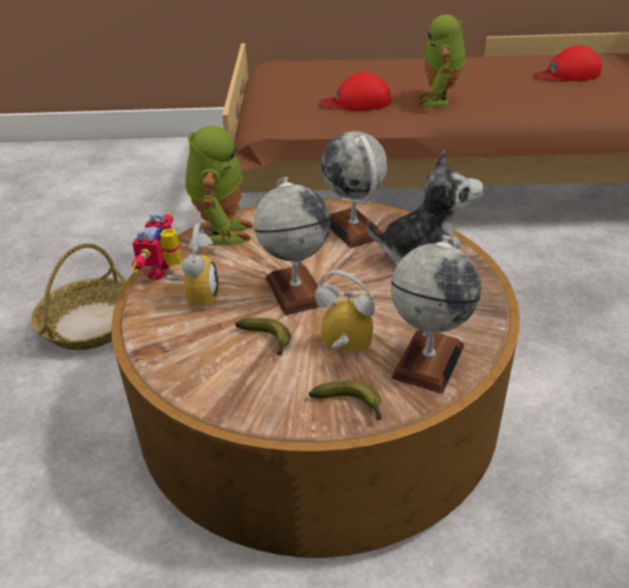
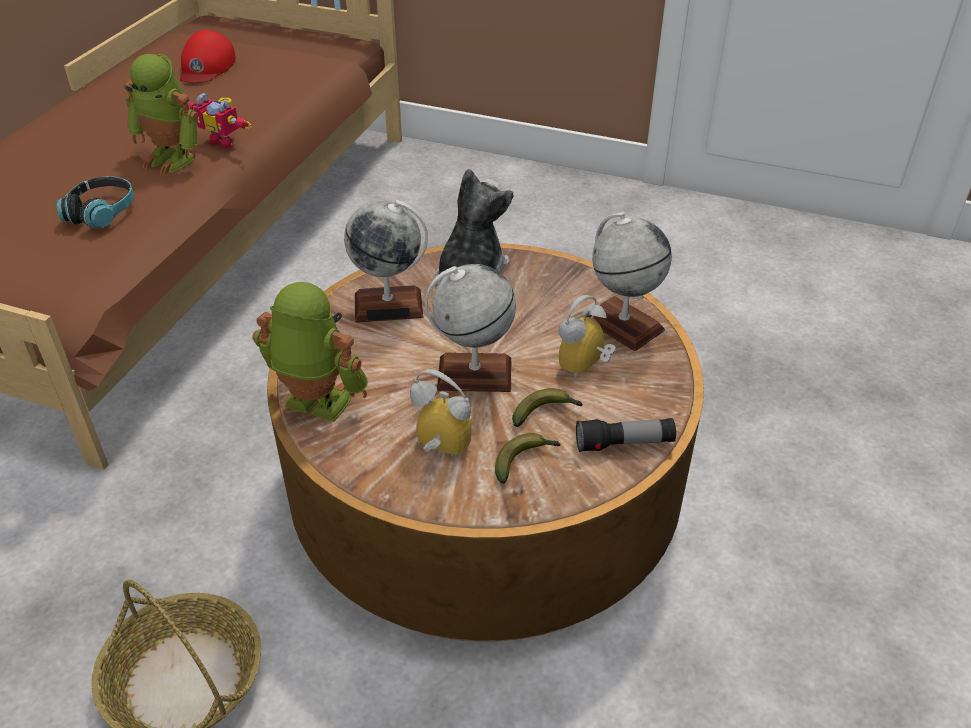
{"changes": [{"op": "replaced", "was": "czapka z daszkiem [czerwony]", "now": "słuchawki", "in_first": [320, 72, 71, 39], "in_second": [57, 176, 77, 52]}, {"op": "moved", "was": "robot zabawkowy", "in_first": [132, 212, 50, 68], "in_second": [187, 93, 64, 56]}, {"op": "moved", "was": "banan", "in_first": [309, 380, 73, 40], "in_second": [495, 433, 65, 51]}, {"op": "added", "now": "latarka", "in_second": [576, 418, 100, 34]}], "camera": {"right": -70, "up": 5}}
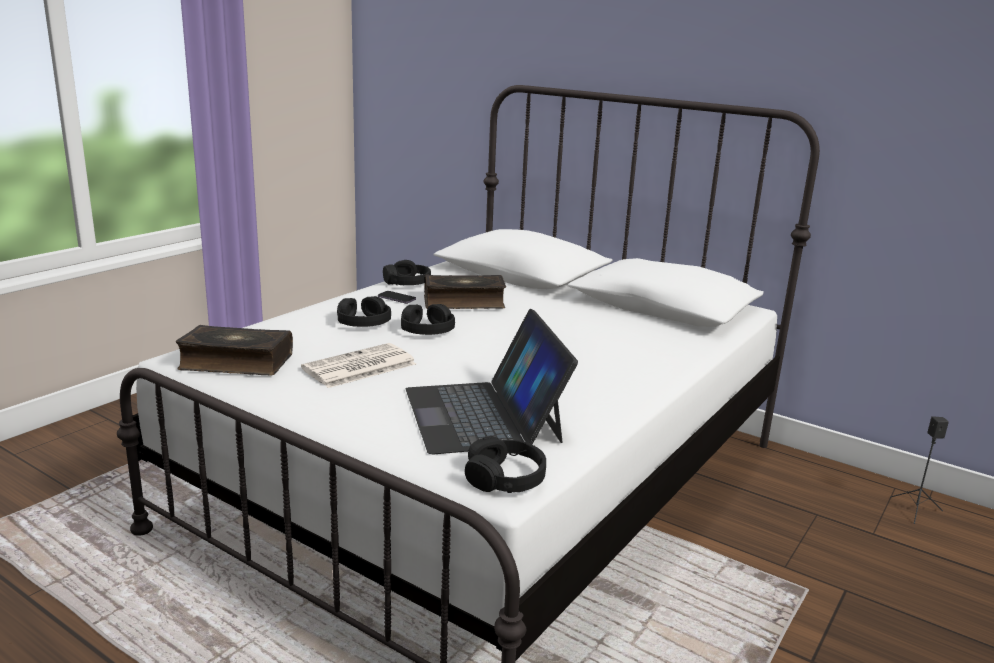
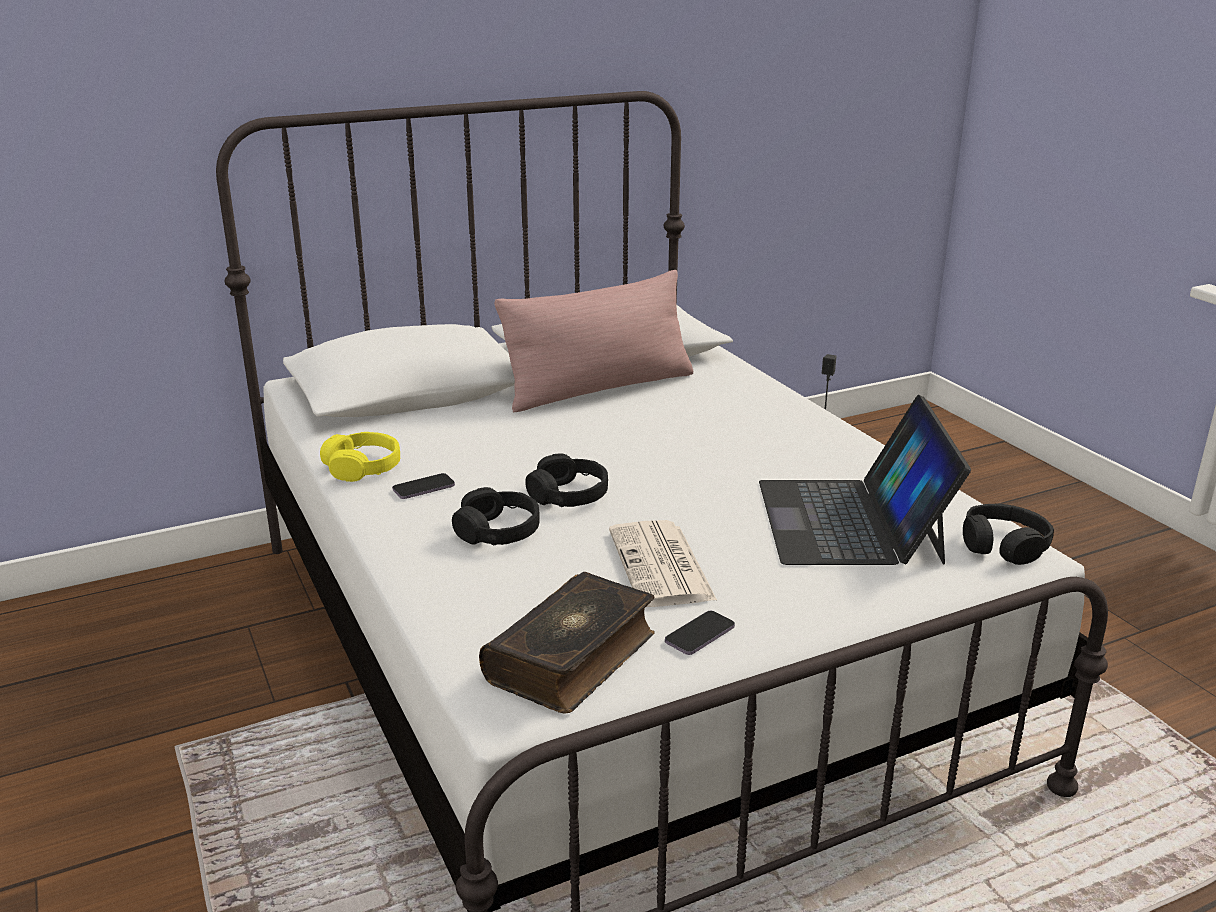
{"changes": [{"op": "recoloured", "was": "słuchawki [czarny]", "now": "słuchawki [żółty]", "in_first": [383, 260, 48, 25], "in_second": [320, 432, 80, 50]}, {"op": "added", "now": "poduszka [różowy]", "in_second": [494, 270, 199, 142]}, {"op": "added", "now": "telefon", "in_second": [665, 611, 70, 44]}, {"op": "turned", "was": "laptop", "in_first": [406, 309, 172, 145], "in_second": [759, 395, 212, 170], "clockwise": 75}, {"op": "removed", "was": "książka", "in_first": [424, 275, 82, 34]}], "camera": {"right": -60, "up": 5}}
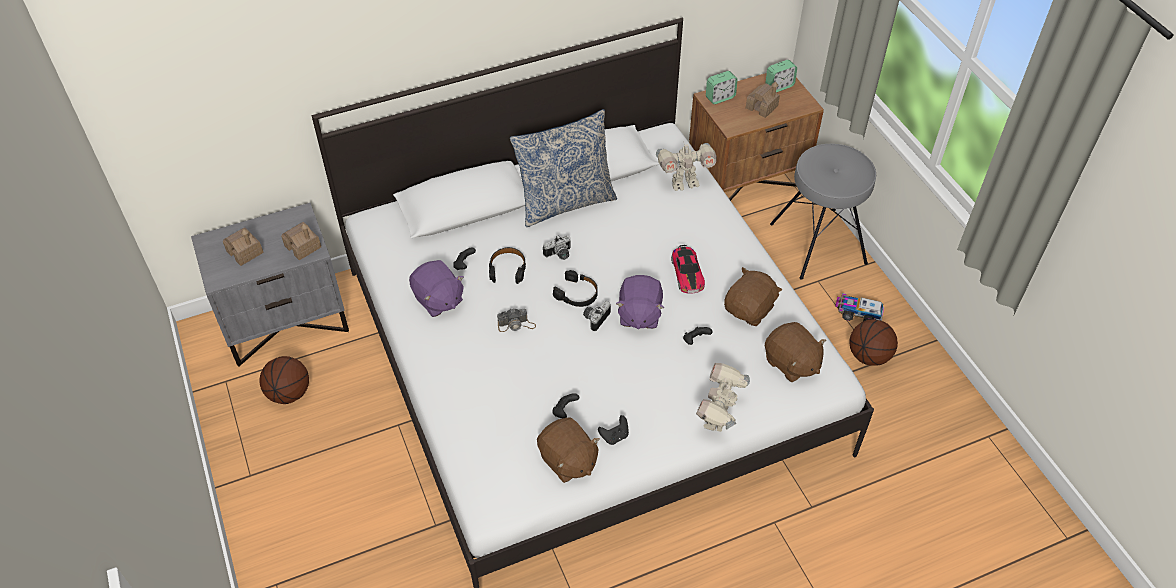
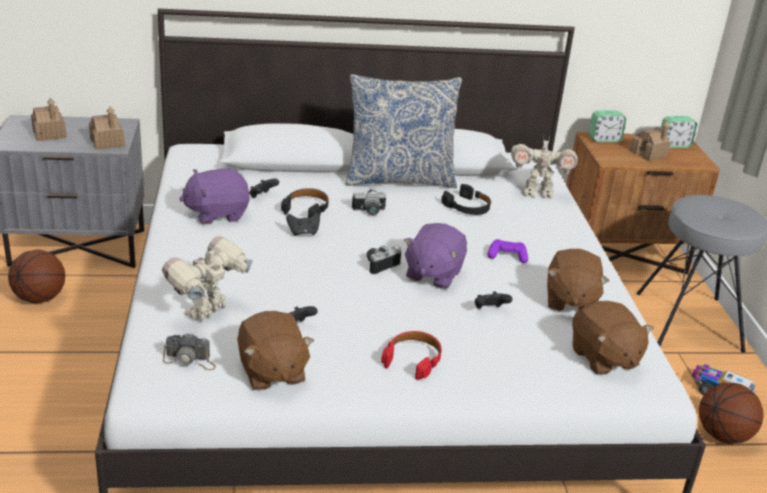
{"changes": [{"op": "moved", "was": "robot zabawkowy", "in_first": [696, 363, 54, 69], "in_second": [162, 236, 91, 85]}, {"op": "moved", "was": "aparat fotograficzny", "in_first": [497, 309, 39, 23], "in_second": [163, 334, 53, 36]}, {"op": "turned", "was": "pluszak [fioletowy]", "in_first": [409, 260, 55, 57], "in_second": [179, 168, 71, 56], "clockwise": 90}, {"op": "moved", "was": "pad do gier [czarny]", "in_first": [598, 415, 31, 30], "in_second": [286, 212, 34, 24]}, {"op": "added", "now": "słuchawki [czerwony]", "in_second": [381, 331, 61, 49]}, {"op": "moved", "was": "słuchawki [czarny]", "in_first": [553, 270, 45, 37], "in_second": [441, 184, 50, 31]}, {"op": "replaced", "was": "samochodzik", "now": "pad do gier [fioletowy]", "in_first": [671, 245, 34, 49], "in_second": [487, 239, 41, 24]}, {"op": "turned", "was": "pluszak [brązowy]", "in_first": [724, 267, 58, 59], "in_second": [547, 249, 62, 62], "clockwise": 135}], "camera": {"right": 15, "up": -20}}
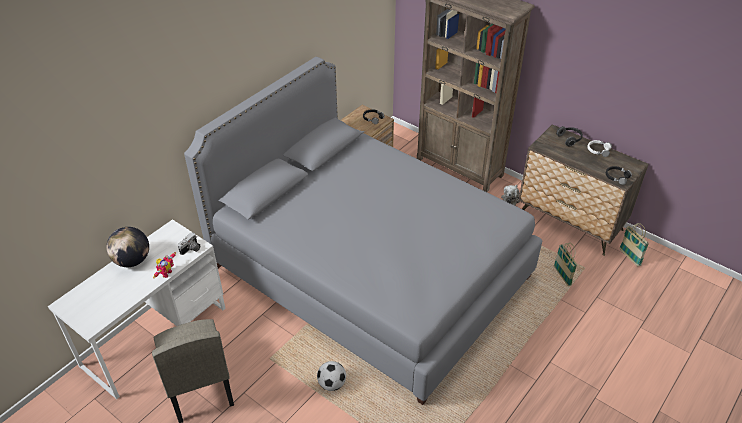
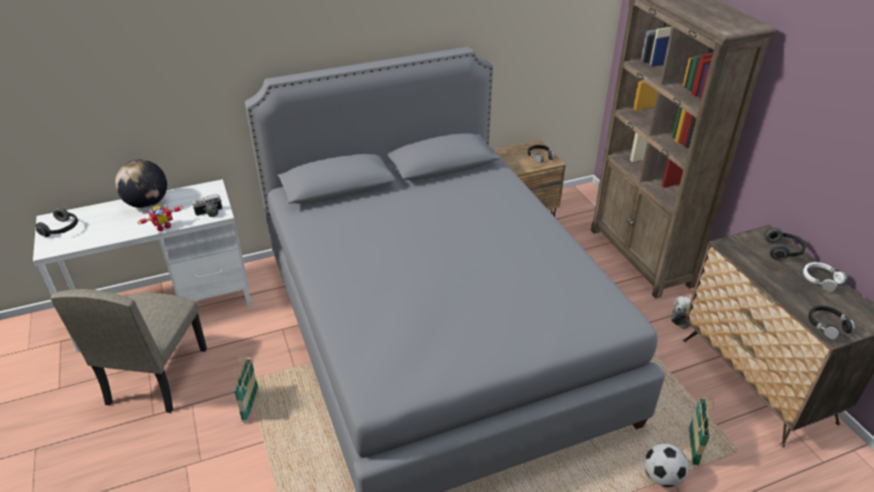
{"changes": [{"op": "added", "now": "słuchawki", "in_second": [36, 207, 42, 30]}, {"op": "moved", "was": "koszyk", "in_first": [619, 223, 30, 43], "in_second": [234, 355, 25, 67]}, {"op": "moved", "was": "piłka futbolowa", "in_first": [317, 361, 29, 30], "in_second": [644, 443, 44, 44]}], "camera": {"right": 30, "up": -5}}
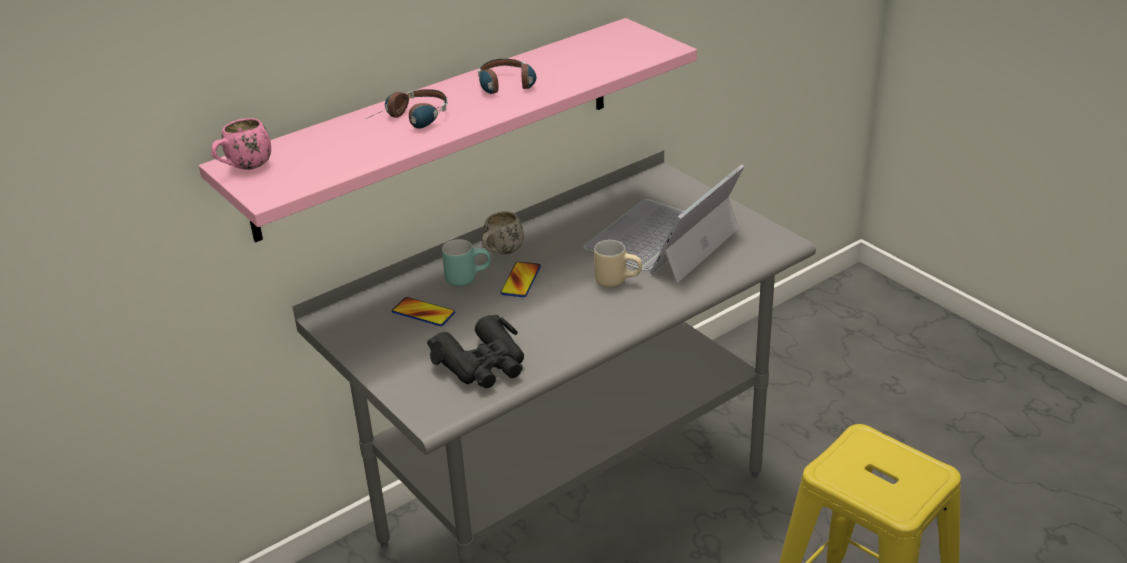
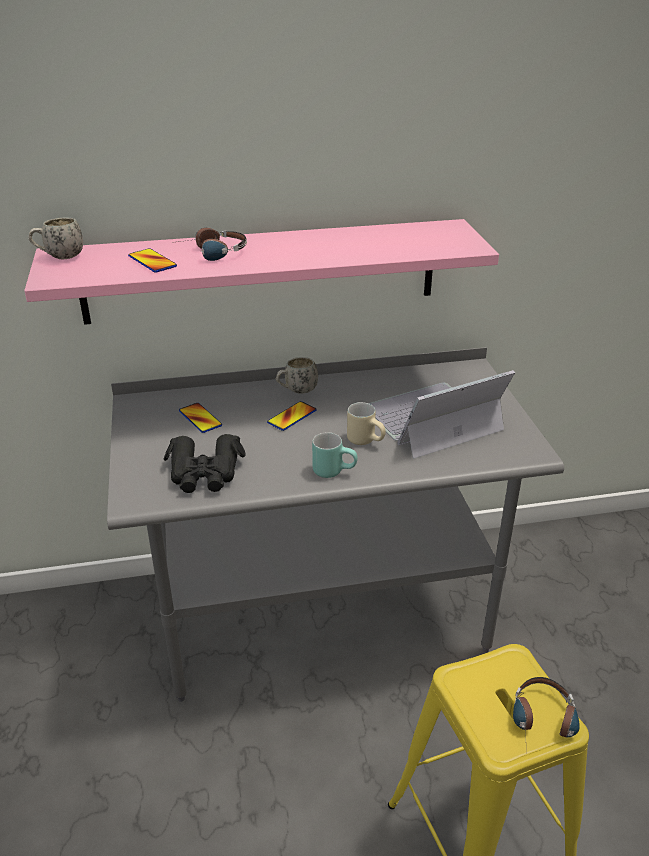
{"changes": [{"op": "recoloured", "was": "kubek [różowy]", "now": "kubek [biały]", "in_first": [211, 118, 60, 52], "in_second": [29, 217, 54, 42]}, {"op": "added", "now": "telefon", "in_second": [128, 248, 49, 25]}, {"op": "moved", "was": "kubek [turkusowy]", "in_first": [442, 239, 49, 47], "in_second": [312, 432, 46, 46]}, {"op": "moved", "was": "słuchawki", "in_first": [478, 59, 58, 35], "in_second": [513, 677, 67, 76]}], "camera": {"right": 25, "up": 0}}
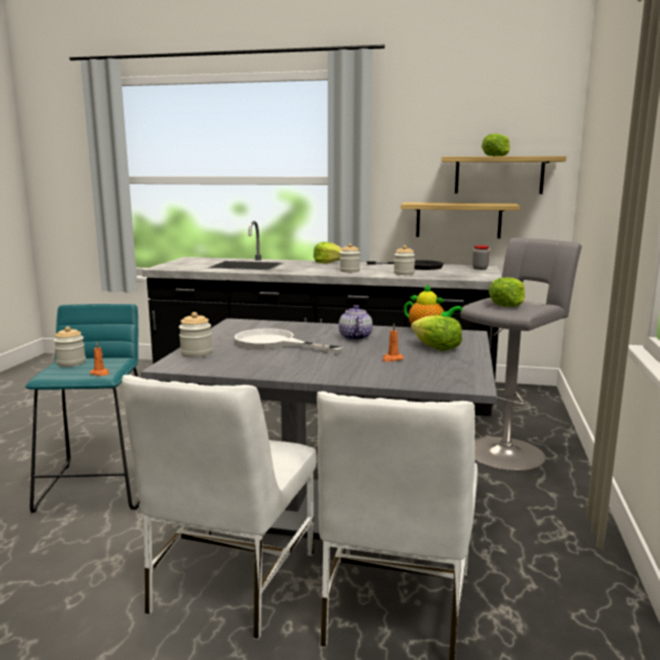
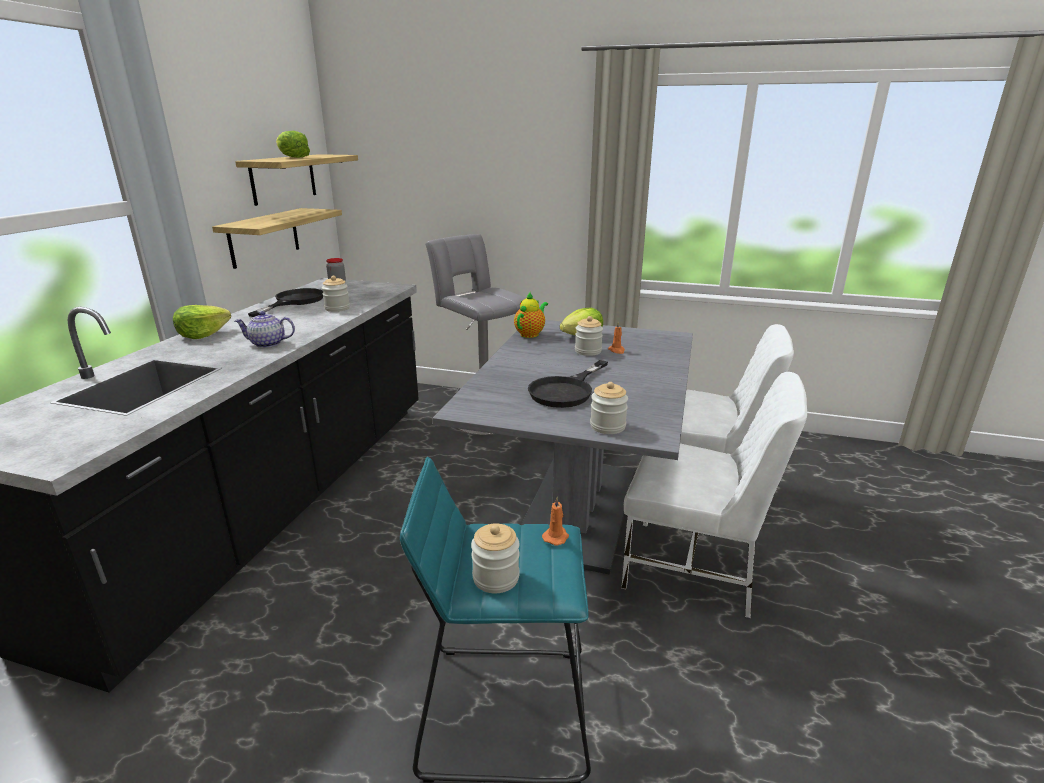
{"changes": [{"op": "moved", "was": "imbryk", "in_first": [339, 305, 34, 35], "in_second": [235, 311, 60, 37]}, {"op": "recoloured", "was": "patelnia [biały]", "now": "patelnia [czarny]", "in_first": [234, 328, 109, 25], "in_second": [528, 360, 80, 48]}, {"op": "moved", "was": "słoik", "in_first": [340, 243, 20, 30], "in_second": [575, 316, 28, 40]}, {"op": "removed", "was": "sałata", "in_first": [489, 277, 36, 30]}], "camera": {"right": -85, "up": 10}}
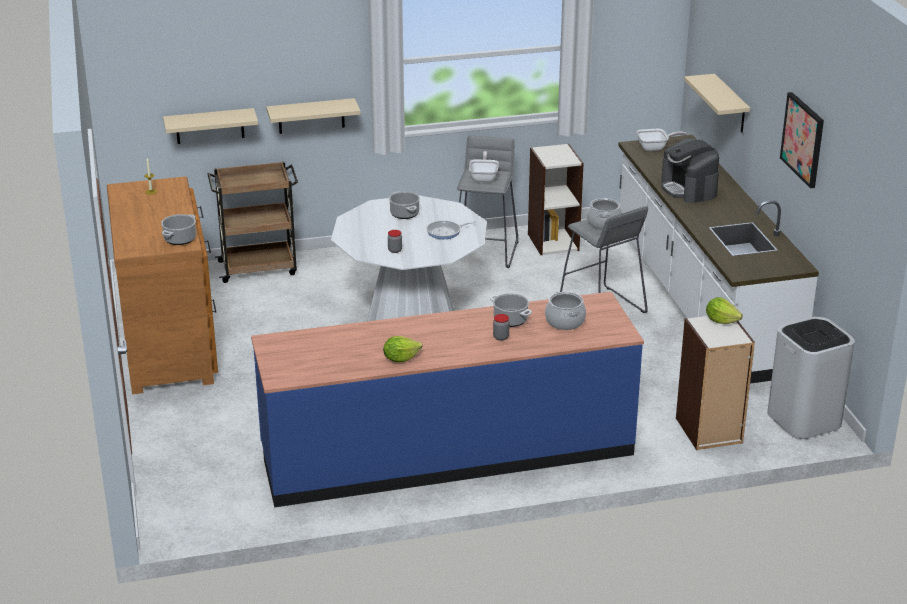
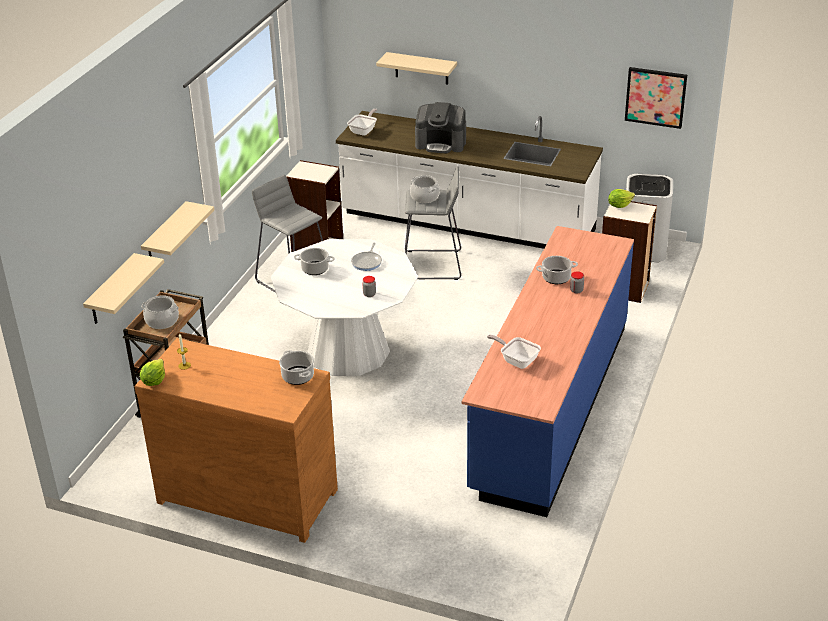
{"changes": [{"op": "moved", "was": "sałata", "in_first": [383, 336, 39, 26], "in_second": [140, 359, 25, 27]}, {"op": "moved", "was": "garnek", "in_first": [545, 292, 41, 38], "in_second": [141, 295, 38, 34]}, {"op": "moved", "was": "patelnia", "in_first": [469, 151, 30, 31], "in_second": [487, 335, 54, 34]}, {"op": "moved", "was": "obraz", "in_first": [780, 92, 44, 96], "in_second": [625, 67, 62, 62]}], "camera": {"right": -55, "up": 5}}
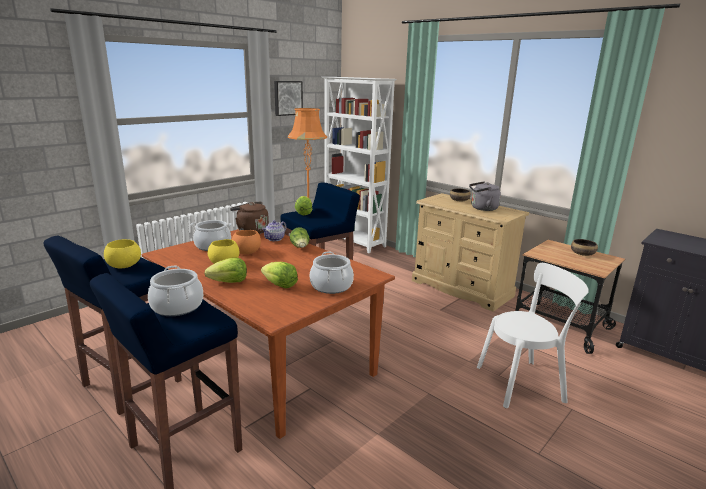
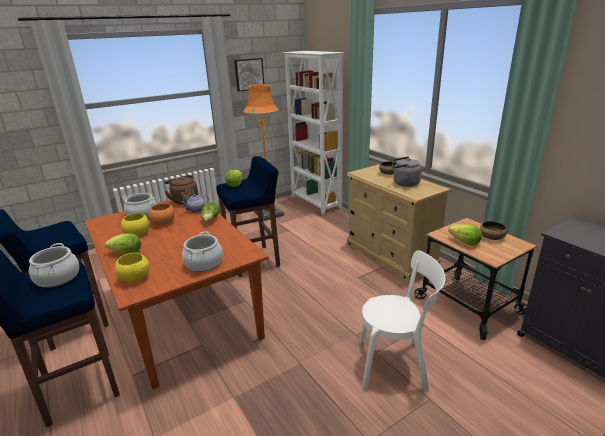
{"changes": [{"op": "moved", "was": "miska [żółty]", "in_first": [104, 239, 37, 29], "in_second": [115, 253, 35, 29]}, {"op": "moved", "was": "sałata", "in_first": [261, 262, 37, 26], "in_second": [448, 224, 34, 22]}], "camera": {"right": 15, "up": 5}}
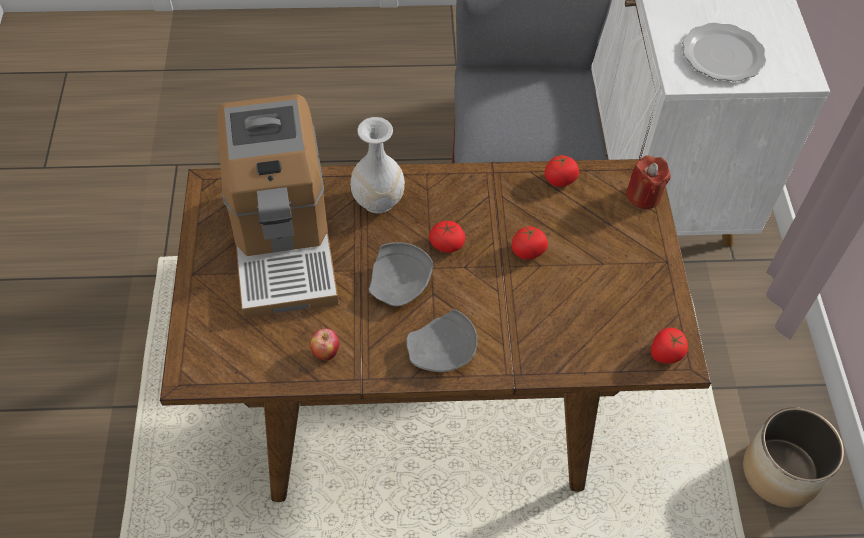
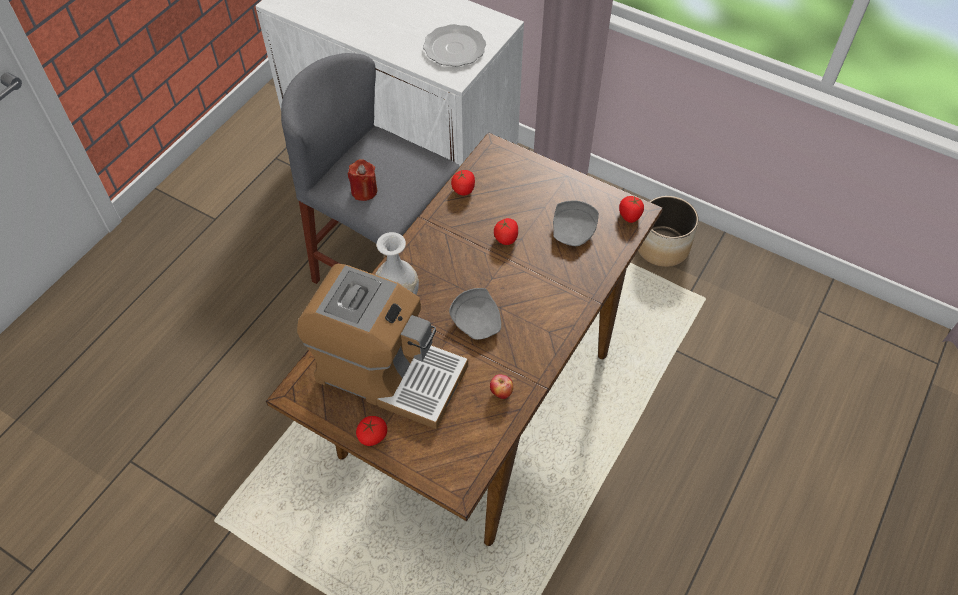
{"changes": [{"op": "moved", "was": "świeca [czerwony]", "in_first": [625, 155, 46, 54], "in_second": [348, 159, 29, 42]}, {"op": "moved", "was": "pomidor", "in_first": [429, 221, 36, 32], "in_second": [356, 416, 31, 30]}, {"op": "moved", "was": "talerz [szary]", "in_first": [407, 309, 71, 63], "in_second": [553, 200, 46, 46]}], "camera": {"right": -55, "up": 0}}
